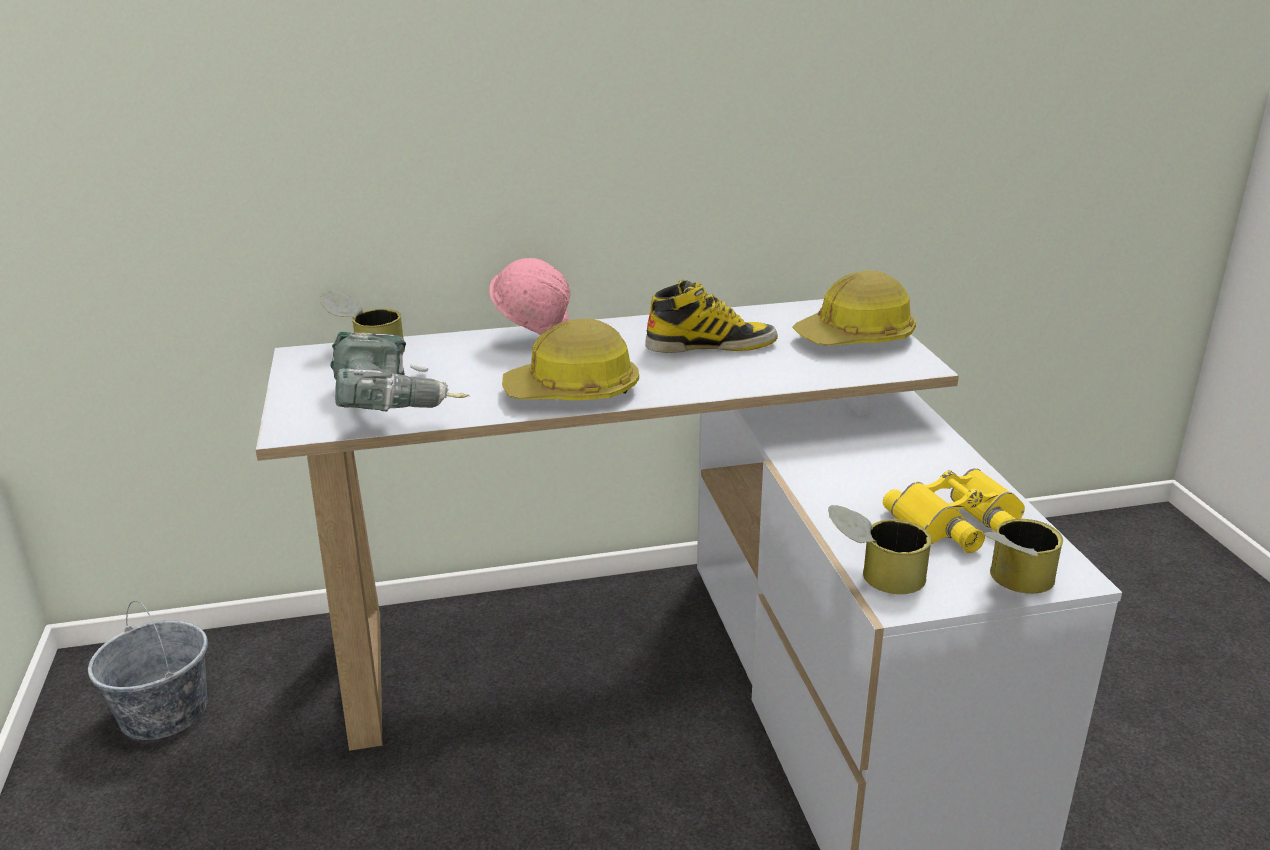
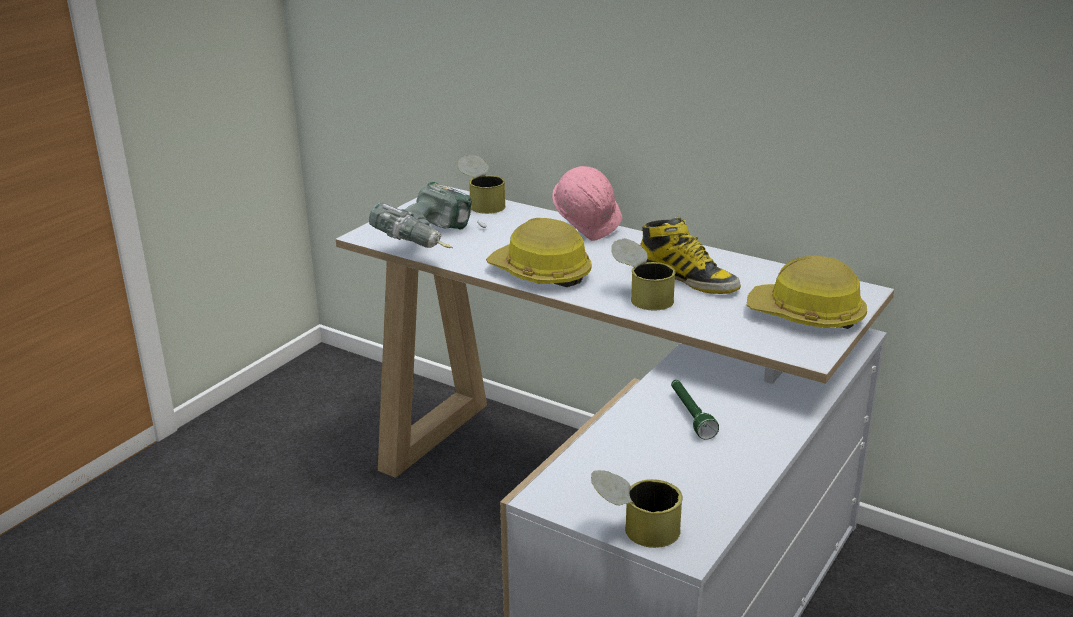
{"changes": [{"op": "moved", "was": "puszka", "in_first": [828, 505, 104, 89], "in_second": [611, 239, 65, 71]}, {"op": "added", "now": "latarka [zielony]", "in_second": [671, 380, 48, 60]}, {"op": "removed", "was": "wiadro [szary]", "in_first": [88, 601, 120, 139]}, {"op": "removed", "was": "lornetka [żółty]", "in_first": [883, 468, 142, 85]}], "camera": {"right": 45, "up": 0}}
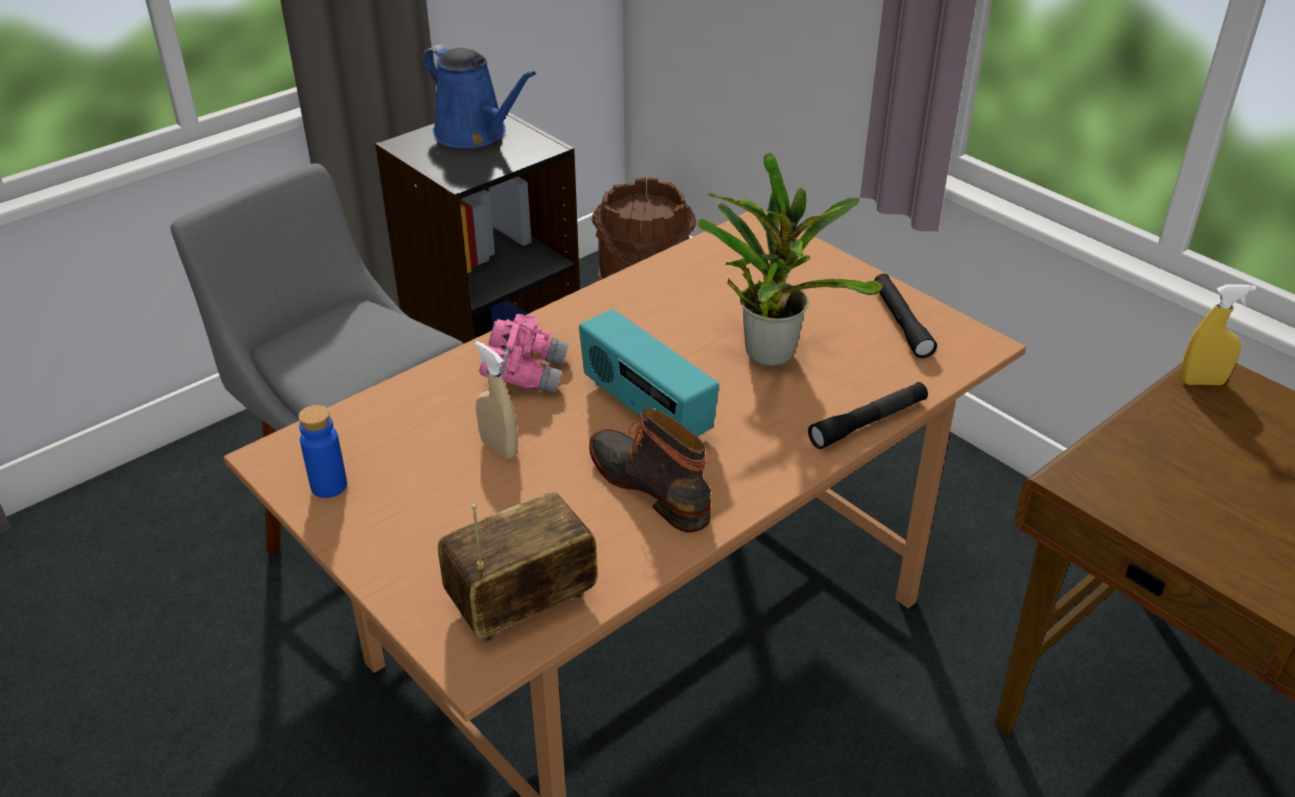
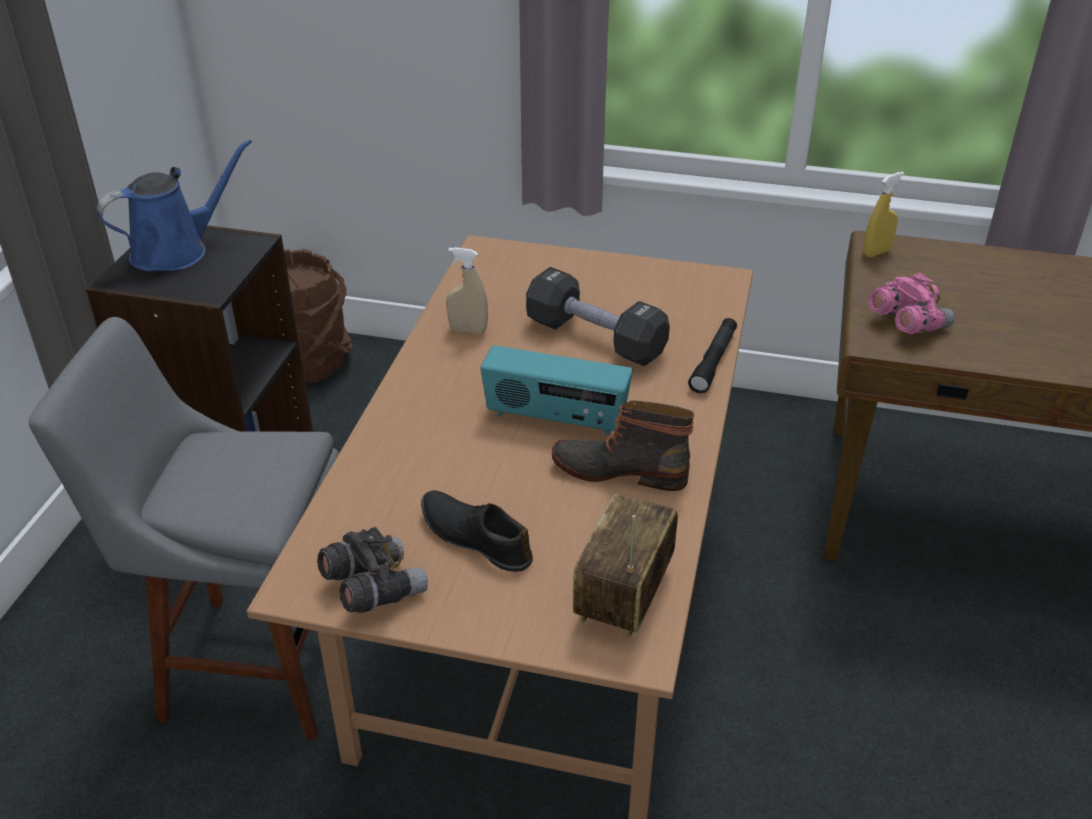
{"changes": [{"op": "turned", "was": "konewka [niebieski]", "in_first": [423, 45, 113, 103], "in_second": [97, 139, 155, 133], "clockwise": -45}, {"op": "replaced", "was": "butelka [niebieski]", "now": "lornetka [szary]", "in_first": [298, 405, 49, 93], "in_second": [317, 527, 111, 86]}, {"op": "added", "now": "but [czarny]", "in_second": [421, 490, 112, 82]}, {"op": "moved", "was": "spryskiwacz [beżowy]", "in_first": [475, 341, 43, 118], "in_second": [446, 247, 42, 87]}, {"op": "replaced", "was": "roślina doniczkowa", "now": "hantel [czarny]", "in_first": [697, 153, 186, 214], "in_second": [526, 267, 144, 99]}, {"op": "moved", "was": "lornetka [różowy]", "in_first": [479, 314, 90, 79], "in_second": [868, 273, 87, 61]}, {"op": "removed", "was": "latarka [czarny]", "in_first": [874, 274, 63, 84]}], "camera": {"right": -35, "up": 0}}
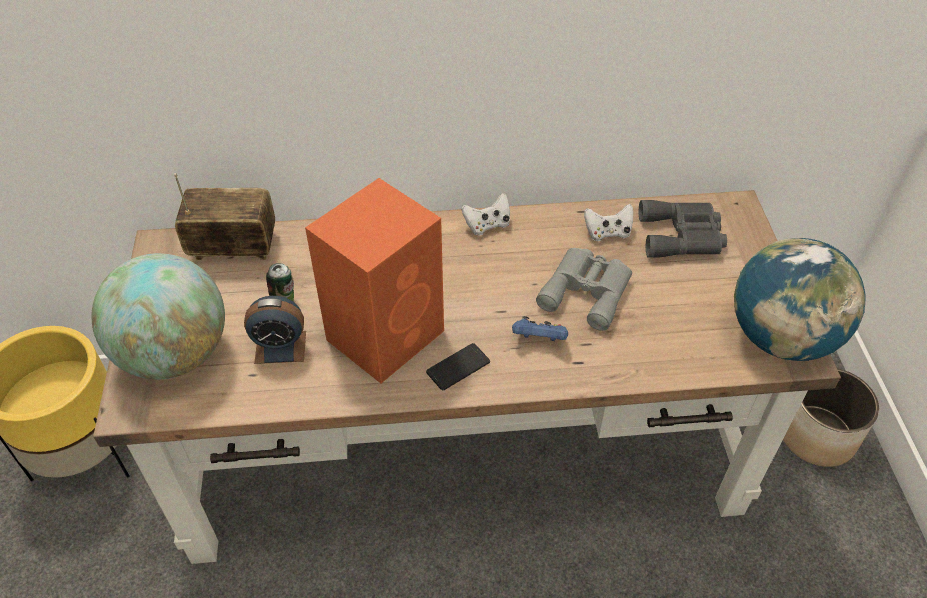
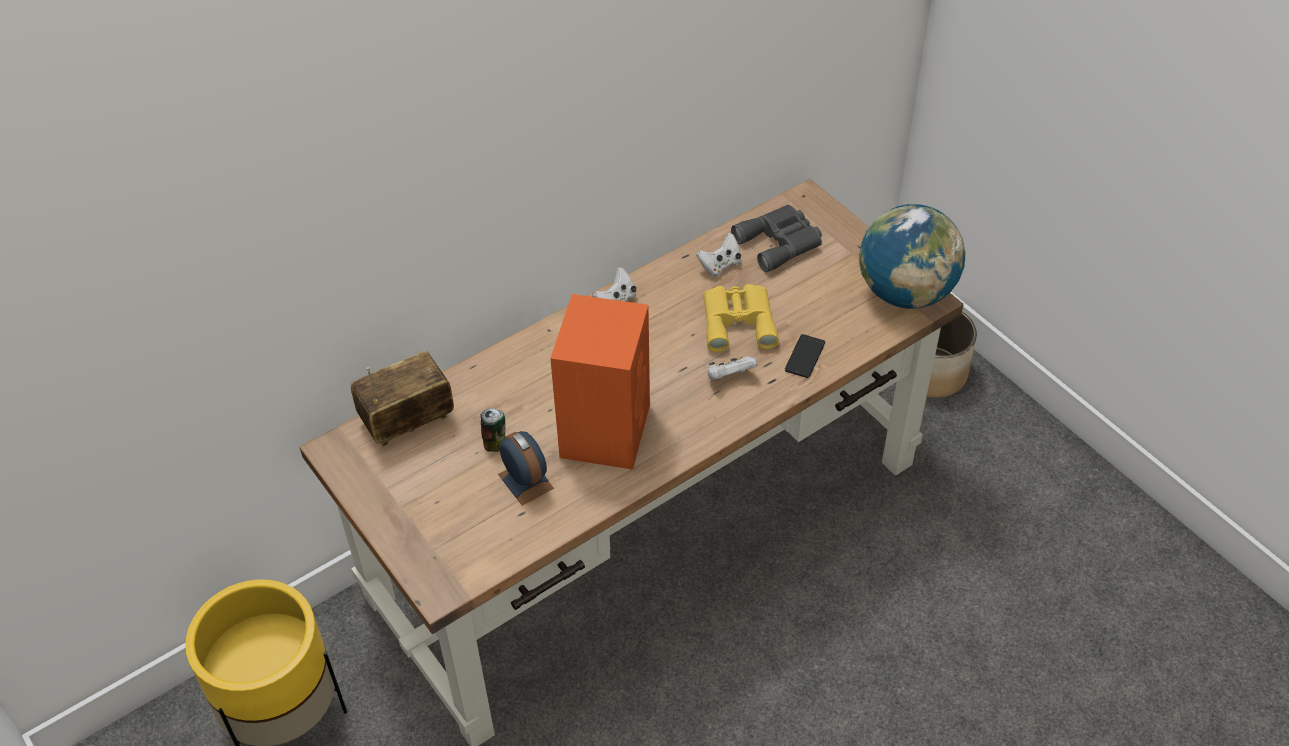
{"changes": [{"op": "turned", "was": "budzik", "in_first": [244, 296, 62, 68], "in_second": [498, 431, 56, 74], "clockwise": -90}, {"op": "recoloured", "was": "lornetka [szary]", "now": "lornetka [żółty]", "in_first": [536, 248, 96, 83], "in_second": [703, 284, 76, 68]}, {"op": "recoloured", "was": "pad do gier [niebieski]", "now": "pad do gier [biały]", "in_first": [512, 316, 56, 25], "in_second": [708, 357, 50, 24]}, {"op": "moved", "was": "telefon", "in_first": [426, 343, 64, 47], "in_second": [785, 334, 40, 44]}, {"op": "removed", "was": "globus", "in_first": [92, 253, 133, 126]}], "camera": {"right": -30, "up": 0}}
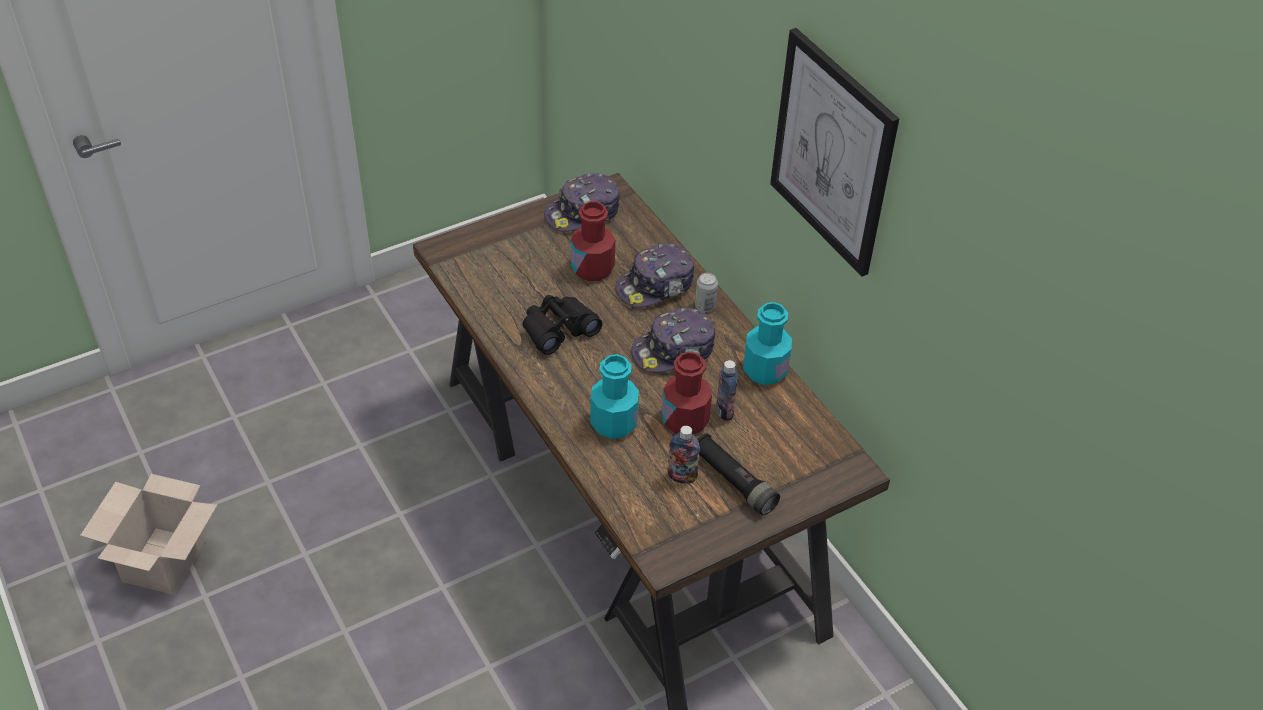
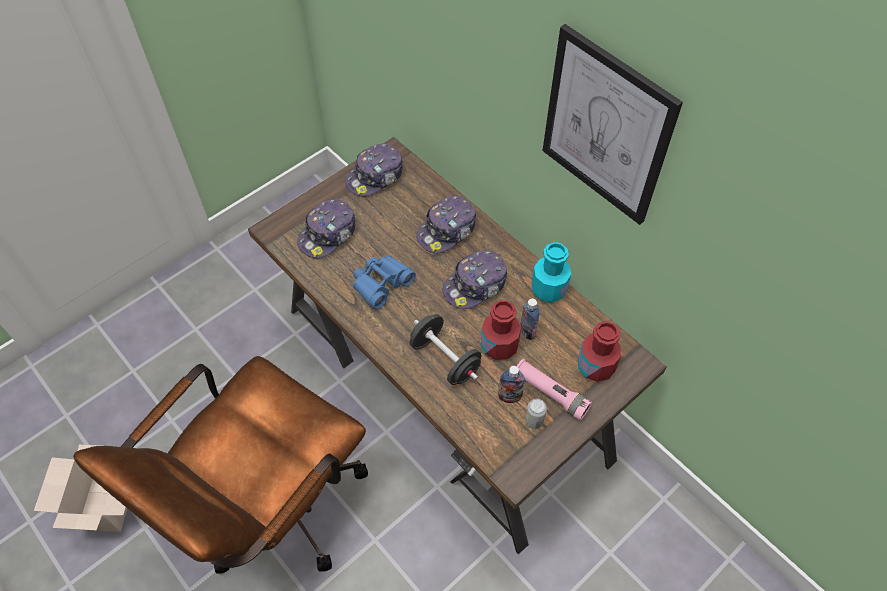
{"changes": [{"op": "added", "now": "krzesło biurowe [brązowy]", "in_second": [73, 356, 295, 218]}, {"op": "added", "now": "czapka z daszkiem", "in_second": [297, 199, 58, 59]}, {"op": "recoloured", "was": "lornetka [czarny]", "now": "lornetka [niebieski]", "in_first": [523, 295, 79, 60], "in_second": [353, 256, 63, 53]}, {"op": "replaced", "was": "butelka [turkusowy]", "now": "hantel [czarny]", "in_first": [590, 354, 49, 85], "in_second": [410, 314, 71, 71]}, {"op": "recoloured", "was": "latarka [czarny]", "now": "latarka [różowy]", "in_first": [697, 433, 83, 82], "in_second": [517, 359, 75, 61]}, {"op": "moved", "was": "puszka", "in_first": [695, 273, 23, 39], "in_second": [525, 399, 22, 30]}, {"op": "moved", "was": "butelka [czerwony]", "in_first": [571, 201, 44, 80], "in_second": [578, 321, 43, 61]}], "camera": {"right": -10, "up": 10}}
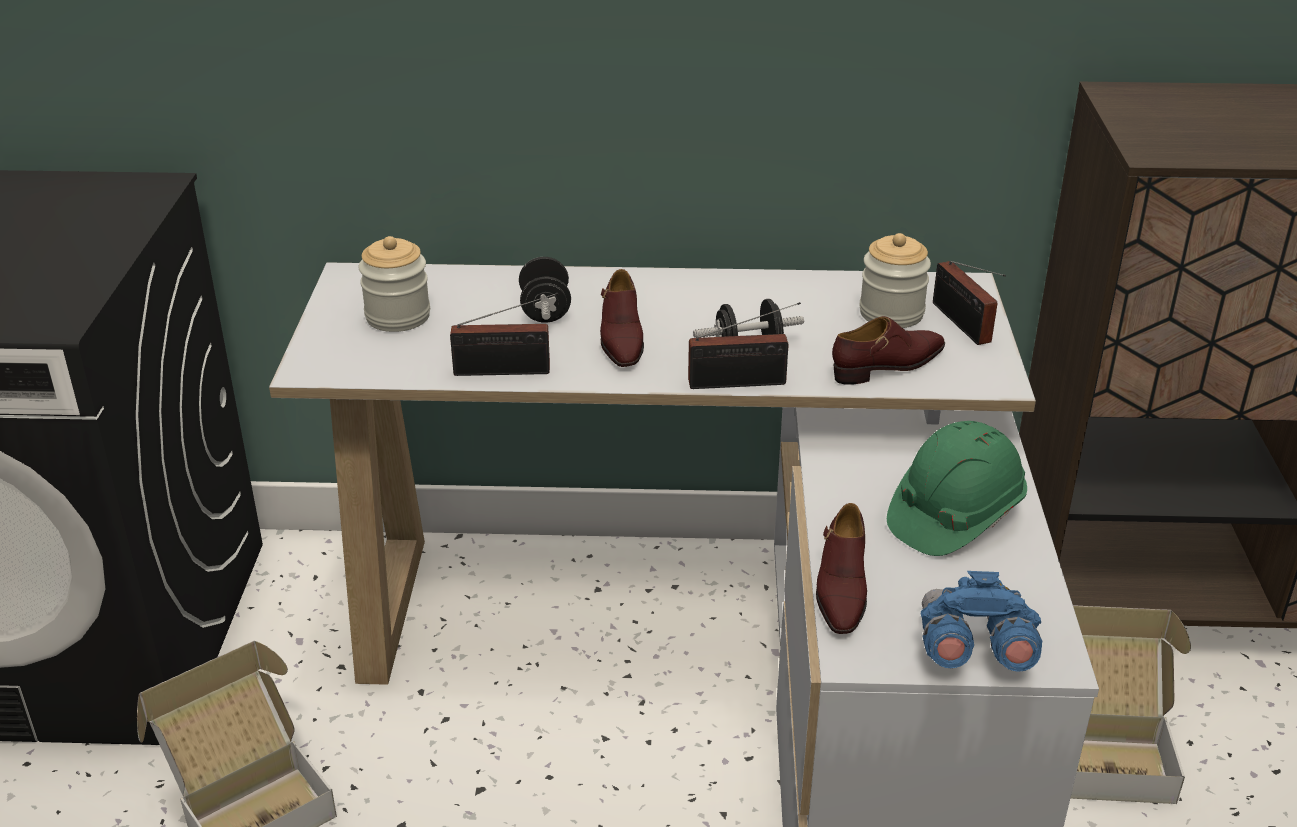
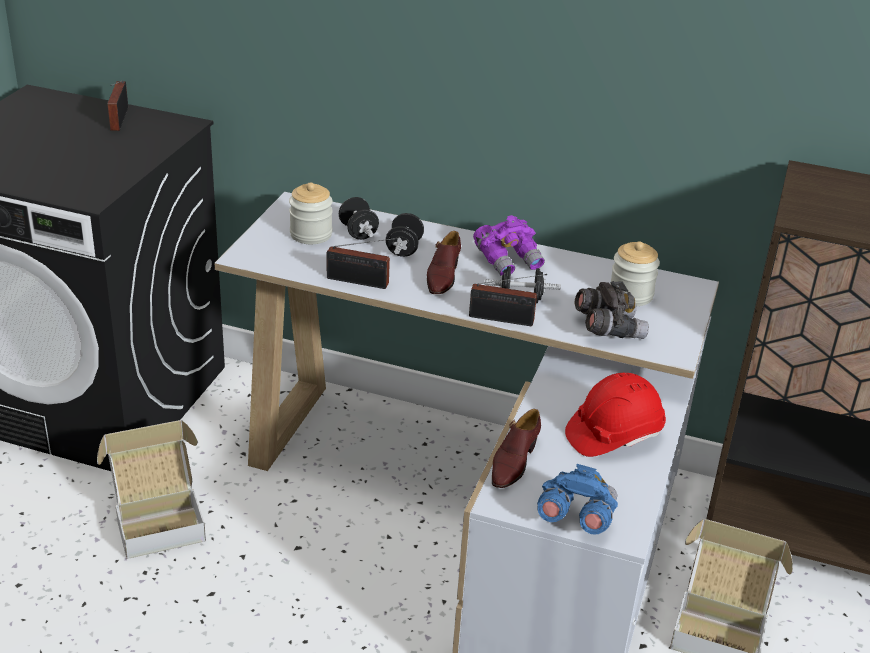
{"changes": [{"op": "moved", "was": "radio", "in_first": [933, 261, 73, 84], "in_second": [107, 80, 21, 51]}, {"op": "added", "now": "hantel [czarny]", "in_second": [339, 197, 40, 43]}, {"op": "added", "now": "lornetka [fioletowy]", "in_second": [473, 215, 72, 61]}, {"op": "recoloured", "was": "kask [zielony]", "now": "kask [czerwony]", "in_first": [887, 421, 140, 135], "in_second": [565, 373, 101, 84]}, {"op": "replaced", "was": "but [brązowy]", "now": "lornetka [szary]", "in_first": [832, 316, 113, 69], "in_second": [575, 281, 74, 58]}], "camera": {"right": 15, "up": 0}}
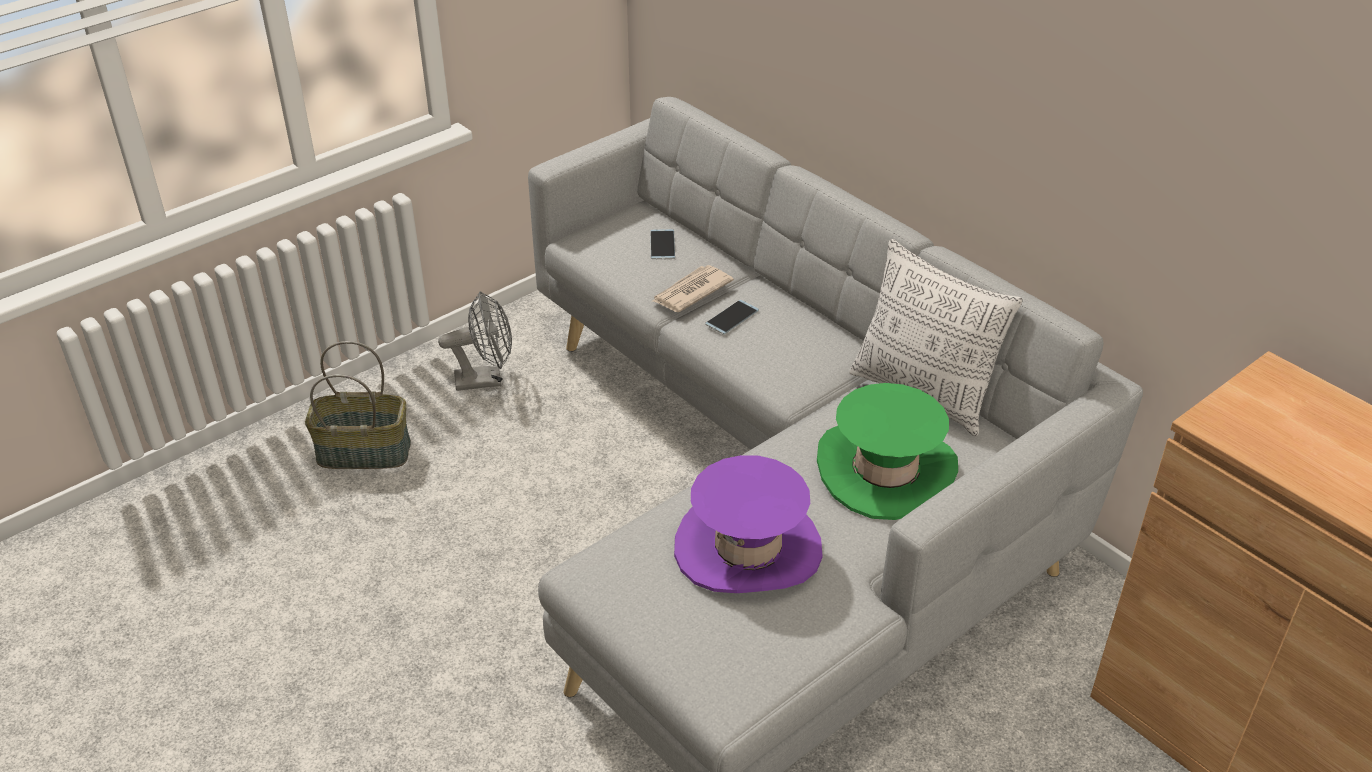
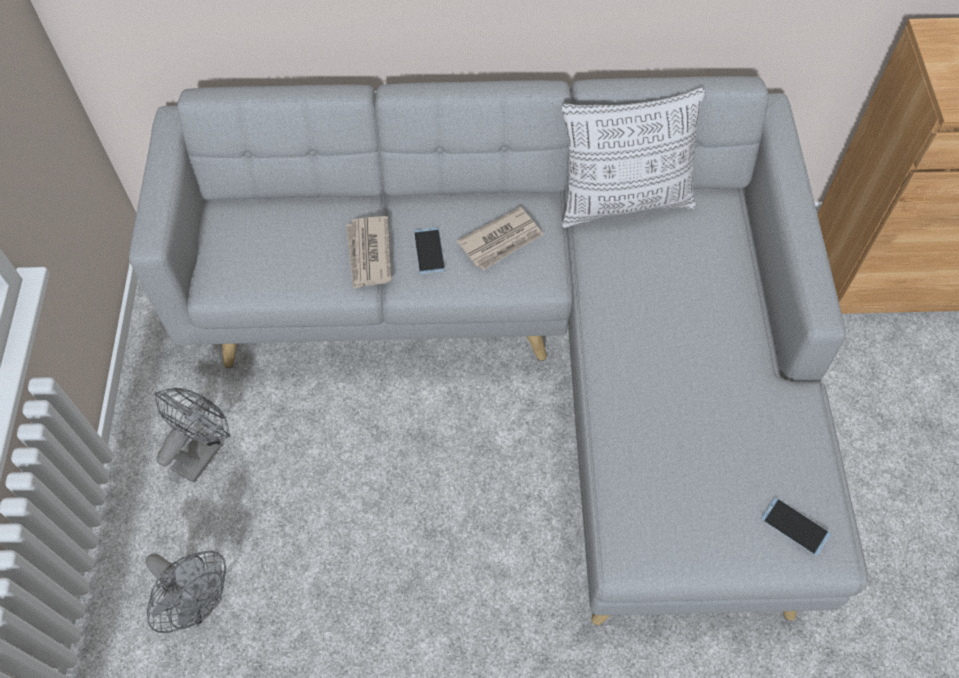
{"changes": [{"op": "replaced", "was": "koszyk", "now": "wentylator [szary]", "in_first": [305, 341, 106, 128], "in_second": [145, 551, 81, 82]}, {"op": "added", "now": "gazeta", "in_second": [457, 207, 87, 64]}, {"op": "moved", "was": "telefon", "in_first": [650, 229, 25, 30], "in_second": [761, 498, 70, 58]}, {"op": "removed", "was": "kapelusz [fioletowy]", "in_first": [674, 455, 149, 138]}, {"op": "removed", "was": "kapelusz [zielony]", "in_first": [817, 383, 141, 137]}], "camera": {"right": -50, "up": 20}}
